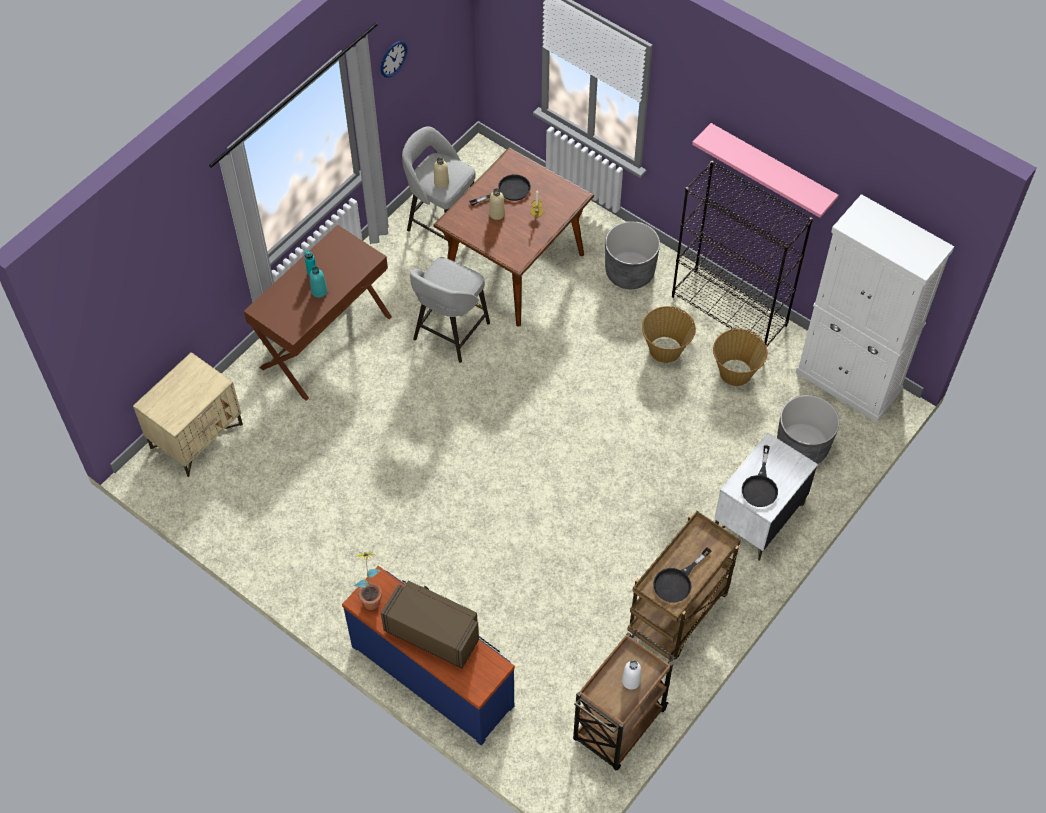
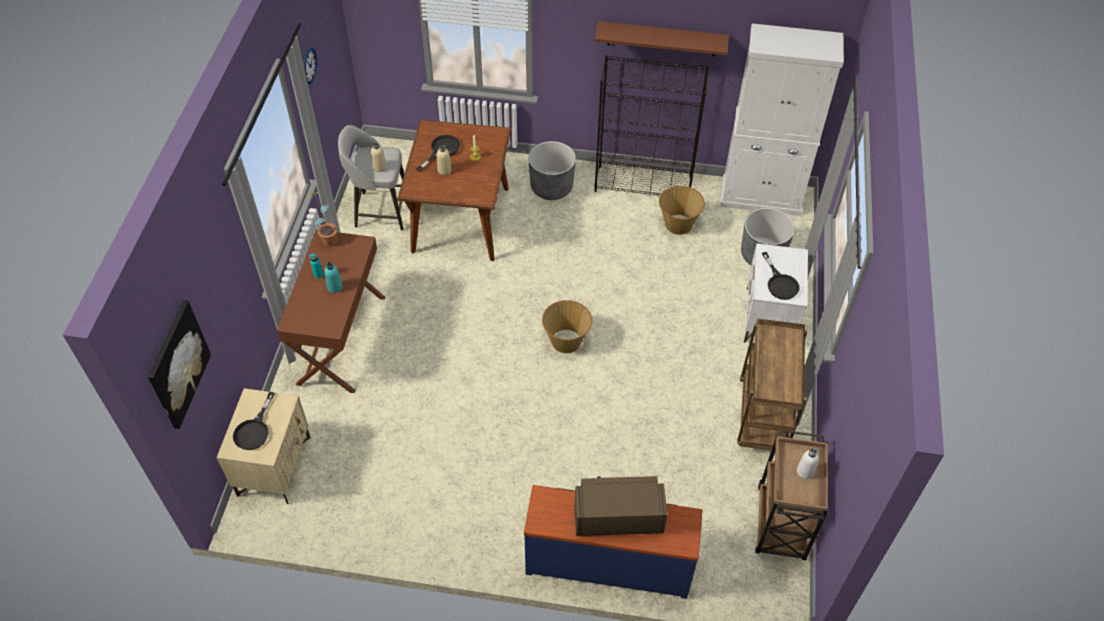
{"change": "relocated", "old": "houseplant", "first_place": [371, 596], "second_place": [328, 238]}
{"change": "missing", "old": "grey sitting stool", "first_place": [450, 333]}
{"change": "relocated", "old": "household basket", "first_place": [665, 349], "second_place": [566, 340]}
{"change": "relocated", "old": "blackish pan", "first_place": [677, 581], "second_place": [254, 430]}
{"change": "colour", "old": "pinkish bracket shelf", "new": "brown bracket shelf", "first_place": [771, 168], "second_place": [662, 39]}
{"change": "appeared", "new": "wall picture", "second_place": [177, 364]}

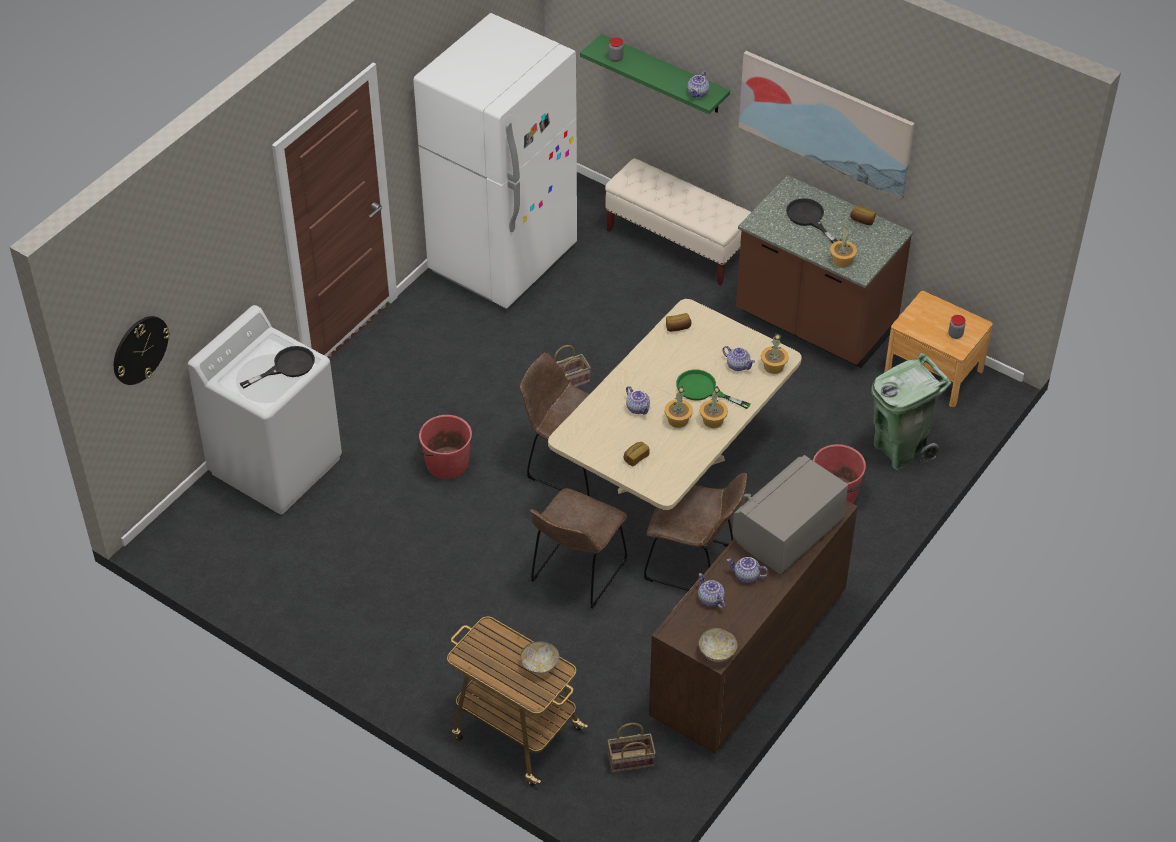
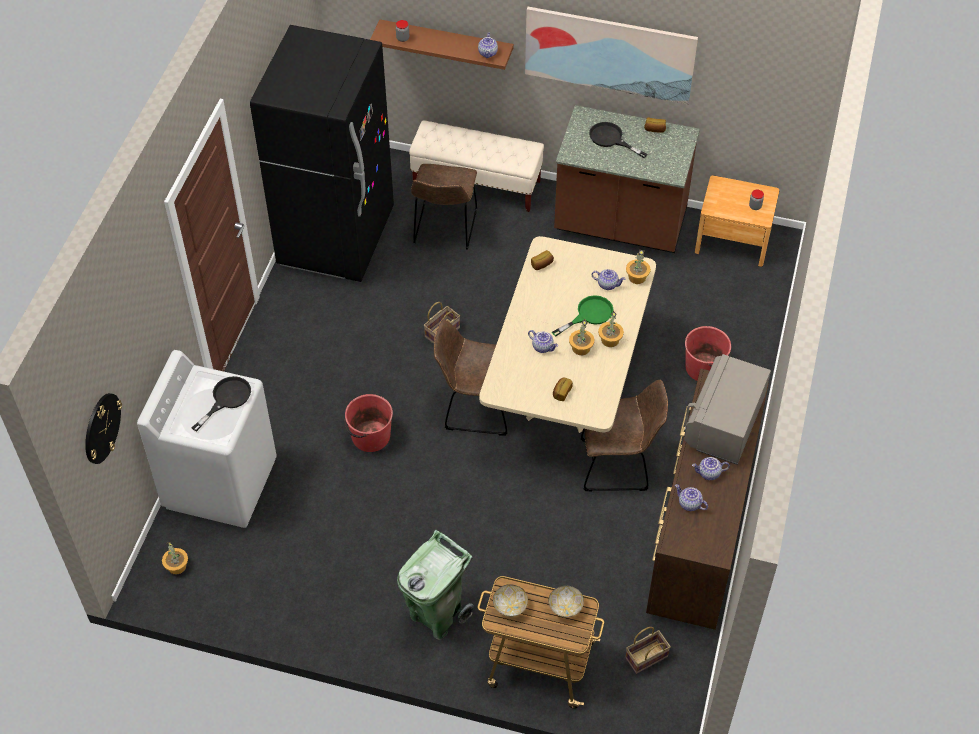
{"change": "colour", "old": "white-coloured refrigerator", "new": "blackish refrigerator", "first_place": [503, 259], "second_place": [336, 237]}
{"change": "relocated", "old": "brown chair", "first_place": [576, 574], "second_place": [444, 229]}
{"change": "colour", "old": "green bracket shelf", "new": "brown bracket shelf", "first_place": [664, 75], "second_place": [446, 43]}
{"change": "spun", "old": "green pan", "first_place": [703, 390], "second_place": [589, 315], "degrees": 135}
{"change": "relocated", "old": "bowl", "first_place": [717, 653], "second_place": [510, 607]}
{"change": "relocated", "old": "houseplant", "first_place": [841, 260], "second_place": [176, 566]}
{"change": "relocated", "old": "green waste bin", "first_place": [900, 449], "second_place": [437, 615]}

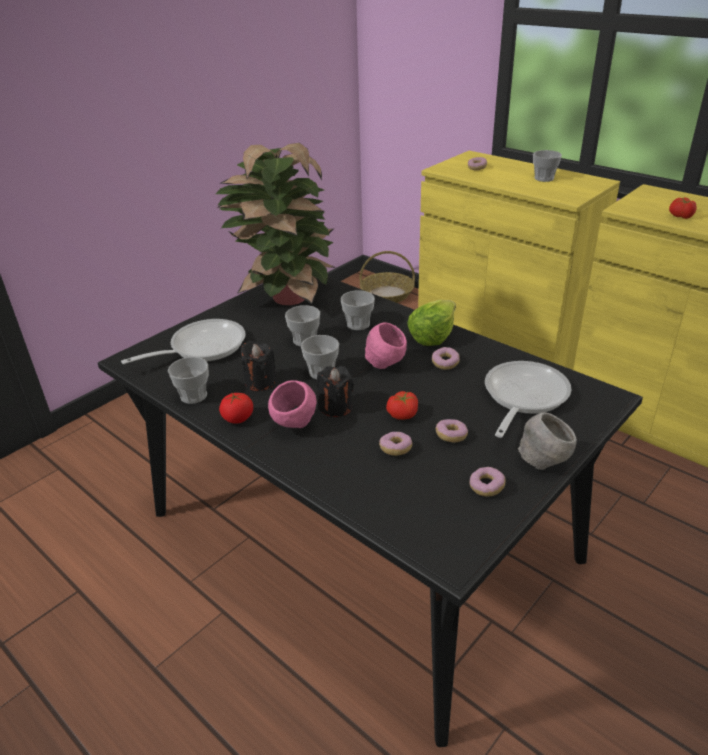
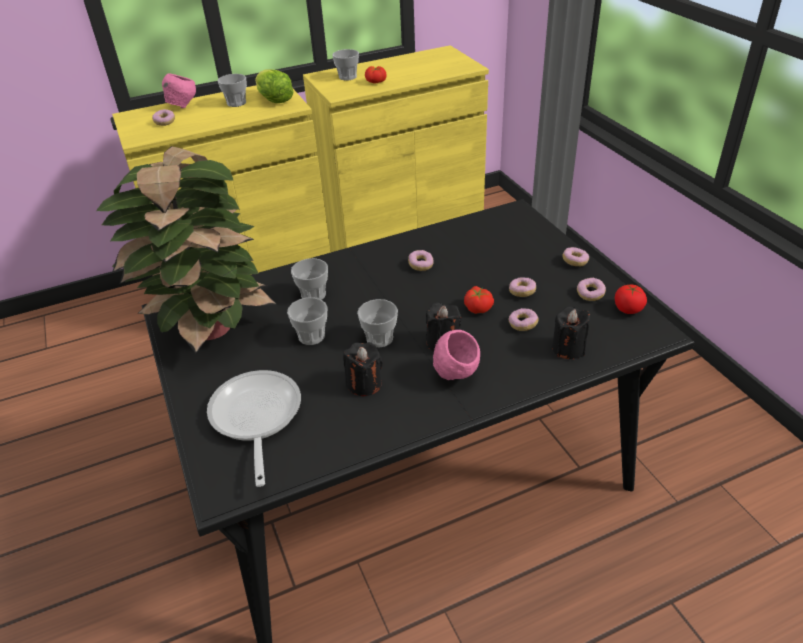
{"change": "relocated", "old": "cup", "first_place": [193, 396], "second_place": [347, 77]}
{"change": "relocated", "old": "tomato", "first_place": [238, 418], "second_place": [628, 309]}
{"change": "missing", "old": "household basket", "first_place": [387, 294]}
{"change": "relocated", "old": "pinkish bowl", "first_place": [385, 365], "second_place": [183, 106]}
{"change": "relocated", "old": "lettuce head", "first_place": [432, 336], "second_place": [274, 99]}
{"change": "missing", "old": "pan", "first_place": [522, 397]}
{"change": "exchanged", "old": "grey bowl", "new": "donut", "first_place": [543, 463], "second_place": [575, 262]}
{"change": "appeared", "new": "blackish wax light", "second_place": [568, 348]}

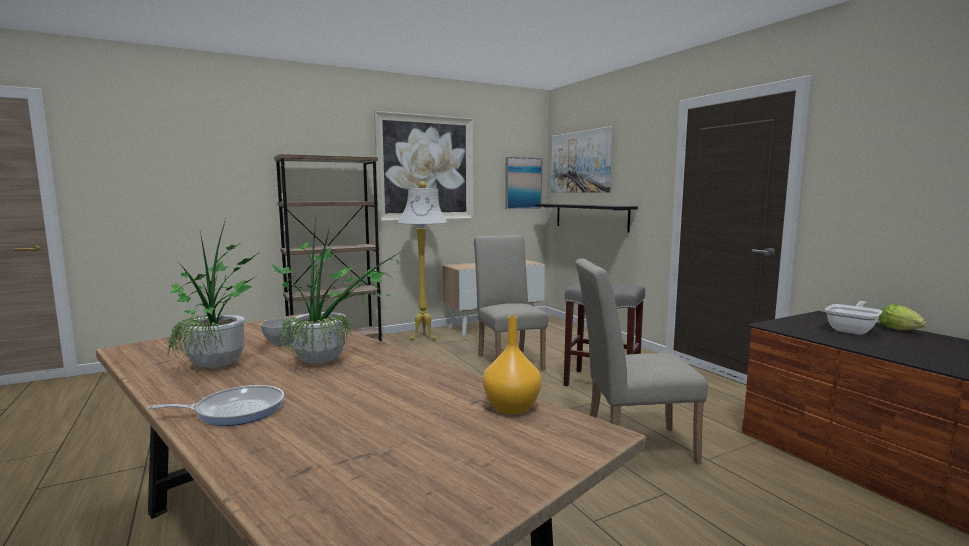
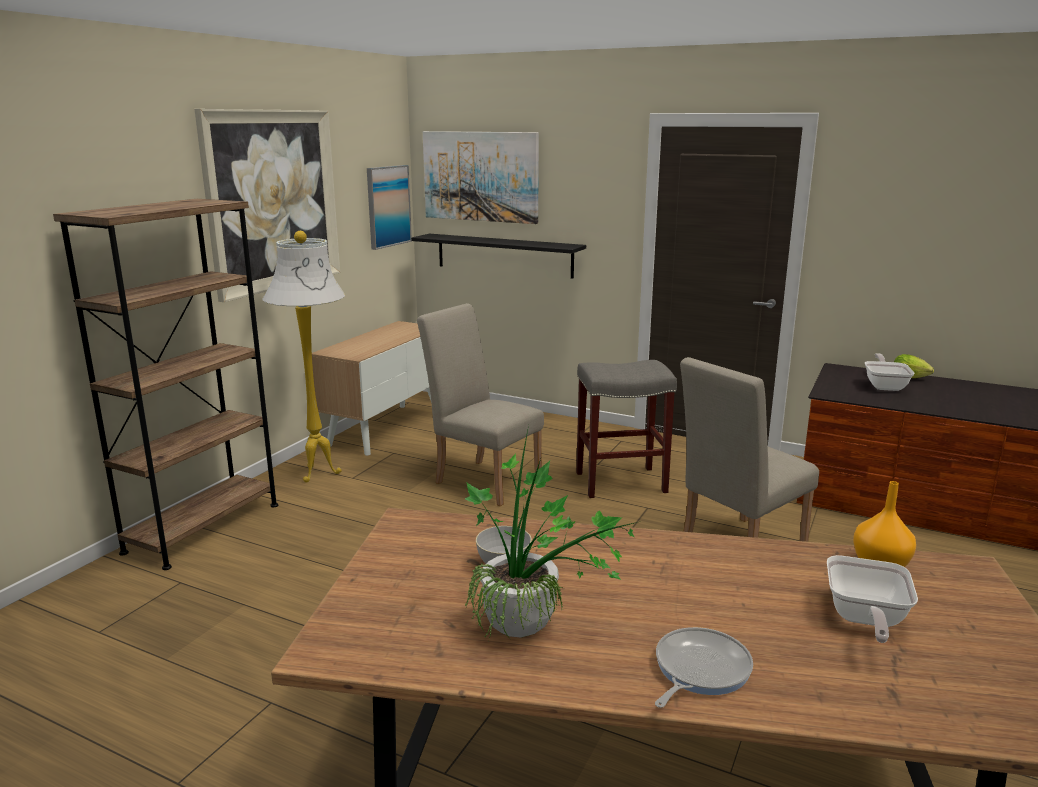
{"change": "missing", "old": "houseplant", "first_place": [331, 361]}
{"change": "appeared", "new": "pan", "second_place": [864, 620]}

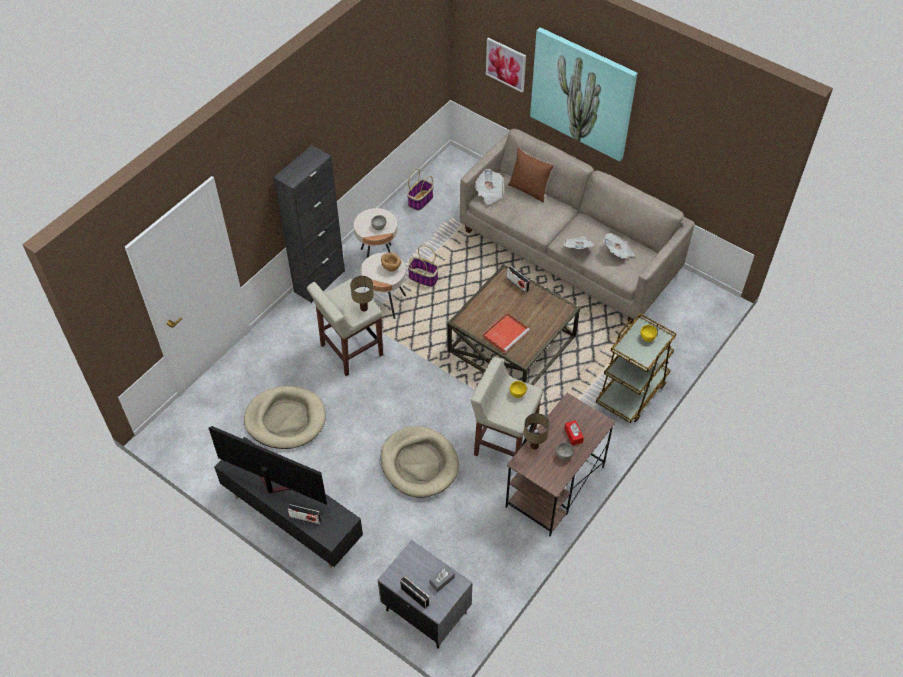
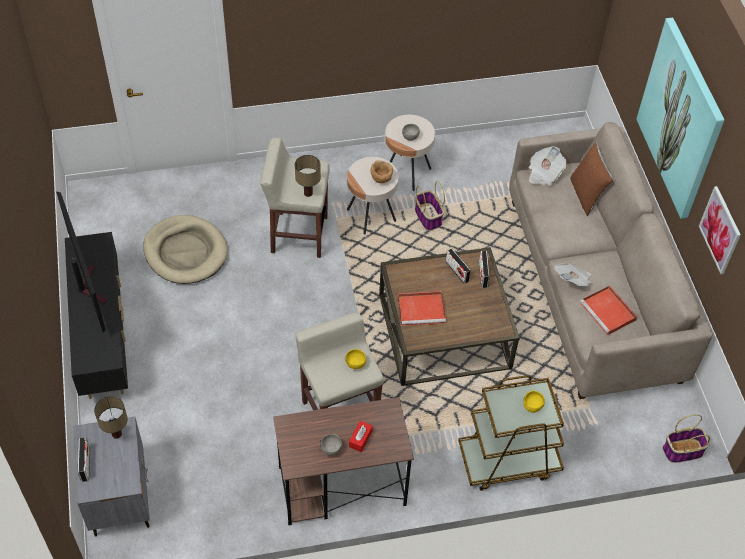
{"change": "missing", "old": "blackish storage cabinet", "first_place": [319, 281]}
{"change": "relocated", "old": "radio set", "first_place": [305, 518], "second_place": [457, 271]}
{"change": "missing", "old": "beige pet bed", "first_place": [419, 463]}
{"change": "relocated", "old": "household basket", "first_place": [420, 201], "second_place": [682, 451]}
{"change": "missing", "old": "grey tissue holder", "first_place": [442, 580]}
{"change": "relocated", "old": "wall picture", "first_place": [506, 64], "second_place": [720, 230]}
{"change": "relocated", "old": "tabletop lamp", "first_place": [533, 445], "second_place": [116, 433]}
{"change": "exchanged", "old": "newspaper", "new": "red-coloured serving tray", "first_place": [618, 252], "second_place": [609, 312]}

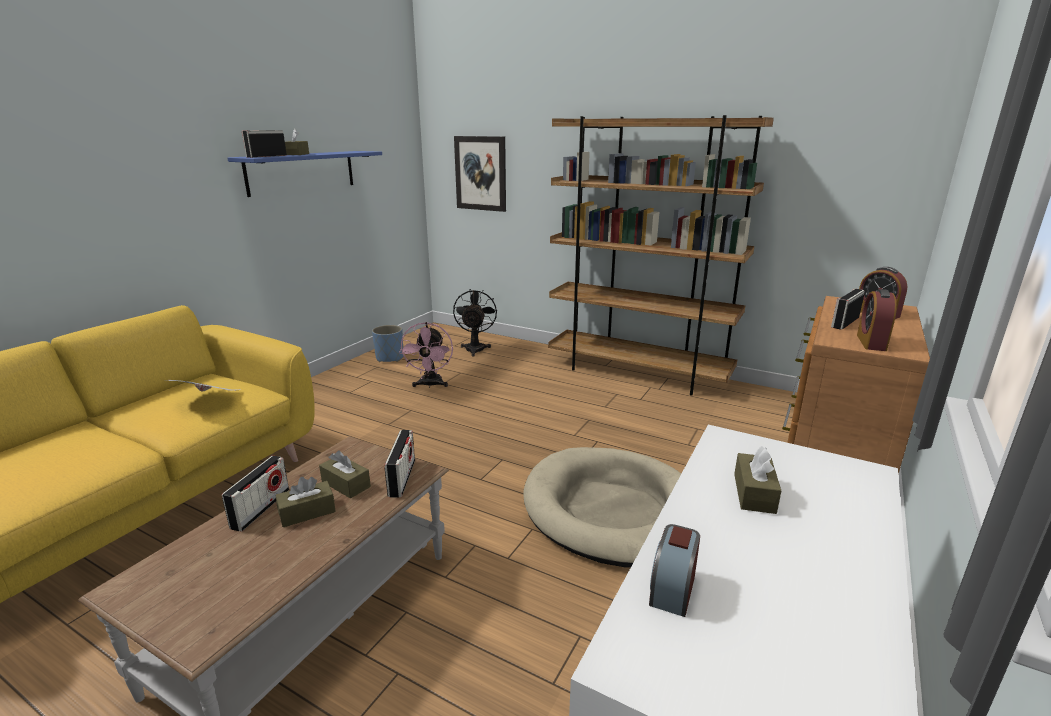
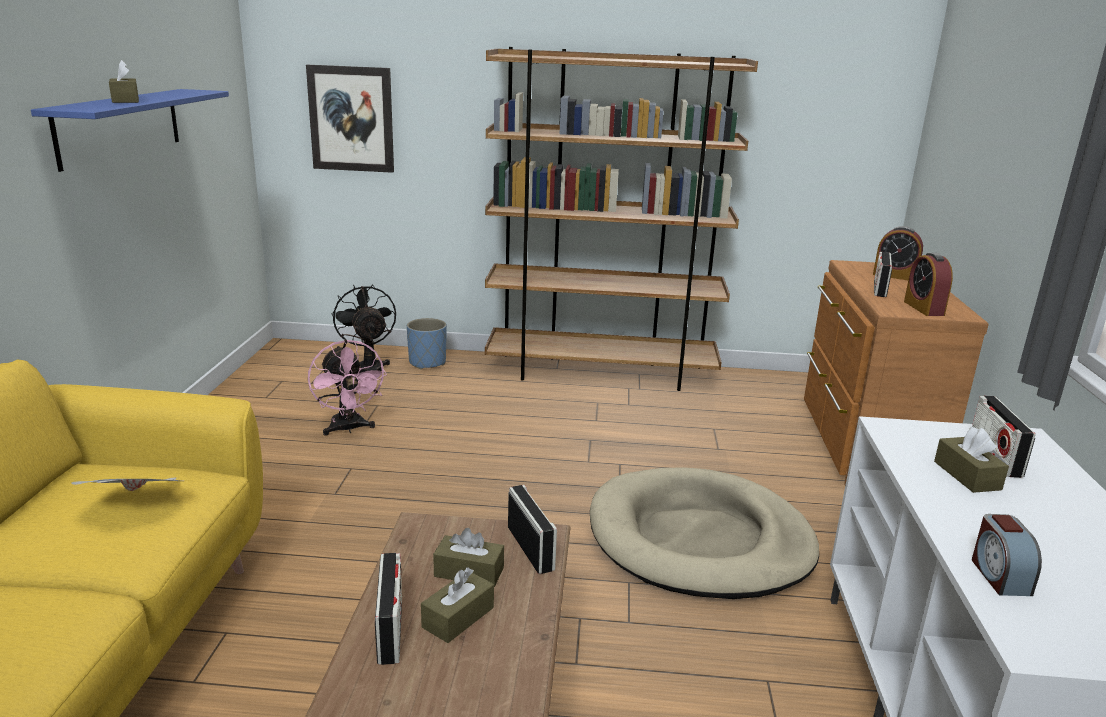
{"change": "relocated", "old": "radio set", "first_place": [267, 156], "second_place": [995, 456]}
{"change": "relocated", "old": "blue planter", "first_place": [389, 358], "second_place": [427, 362]}

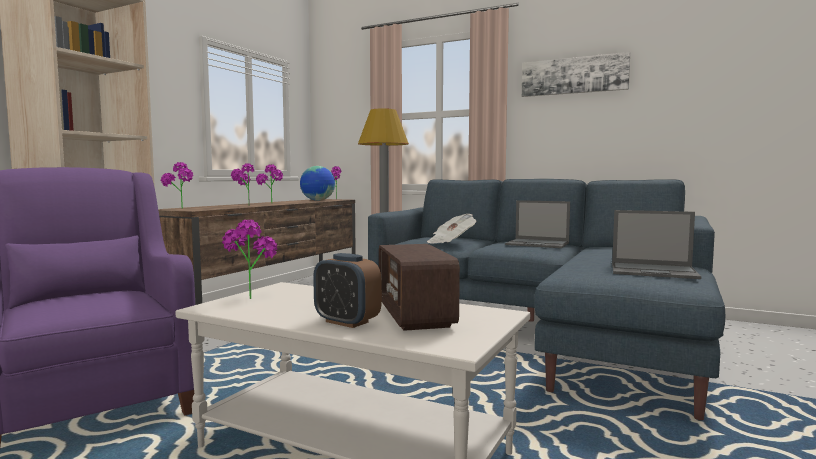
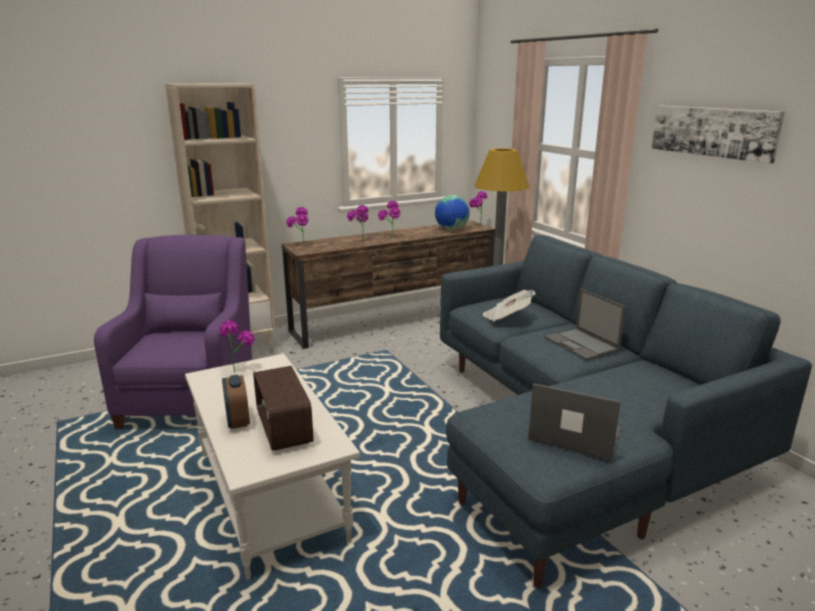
{"change": "spun", "old": "radio set", "first_place": [415, 315], "second_place": [284, 428], "degrees": -45}
{"change": "spun", "old": "laptop", "first_place": [654, 271], "second_place": [573, 434], "degrees": 150}

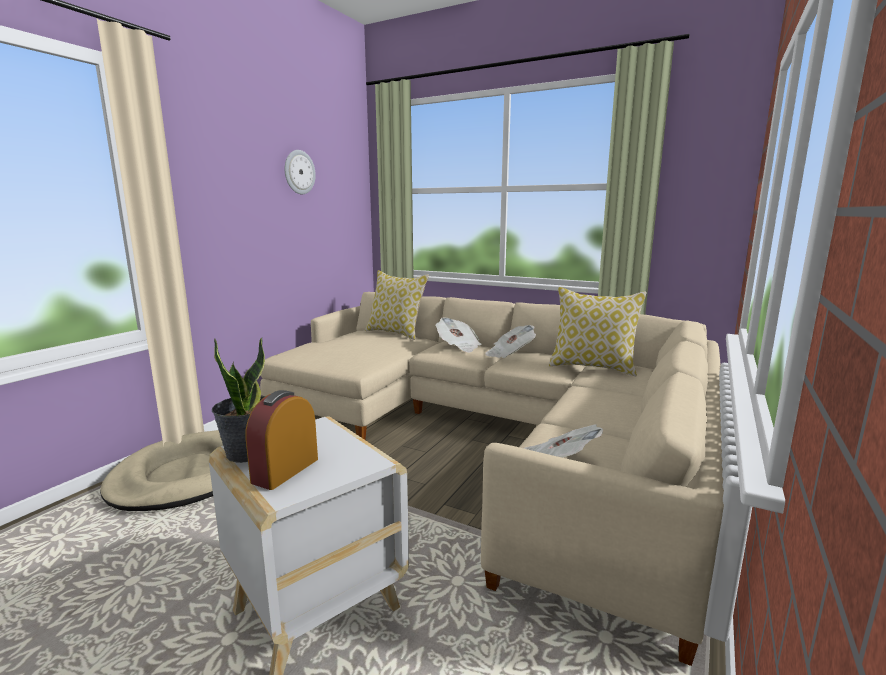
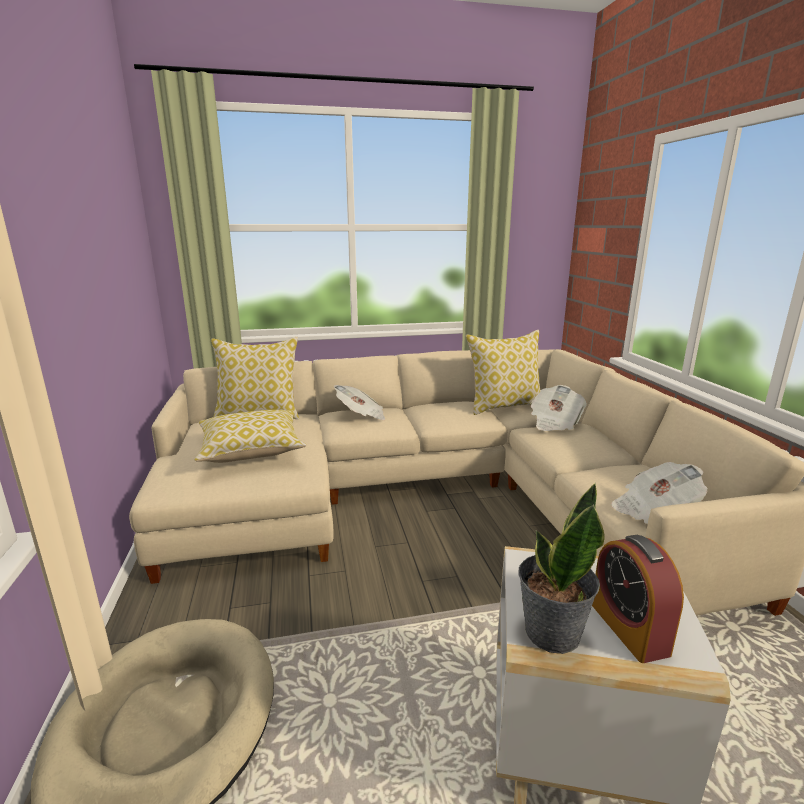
{"change": "missing", "old": "hanging clock", "first_place": [299, 172]}
{"change": "relocated", "old": "newspaper", "first_place": [509, 354], "second_place": [554, 422]}
{"change": "appeared", "new": "cushion", "second_place": [251, 450]}

